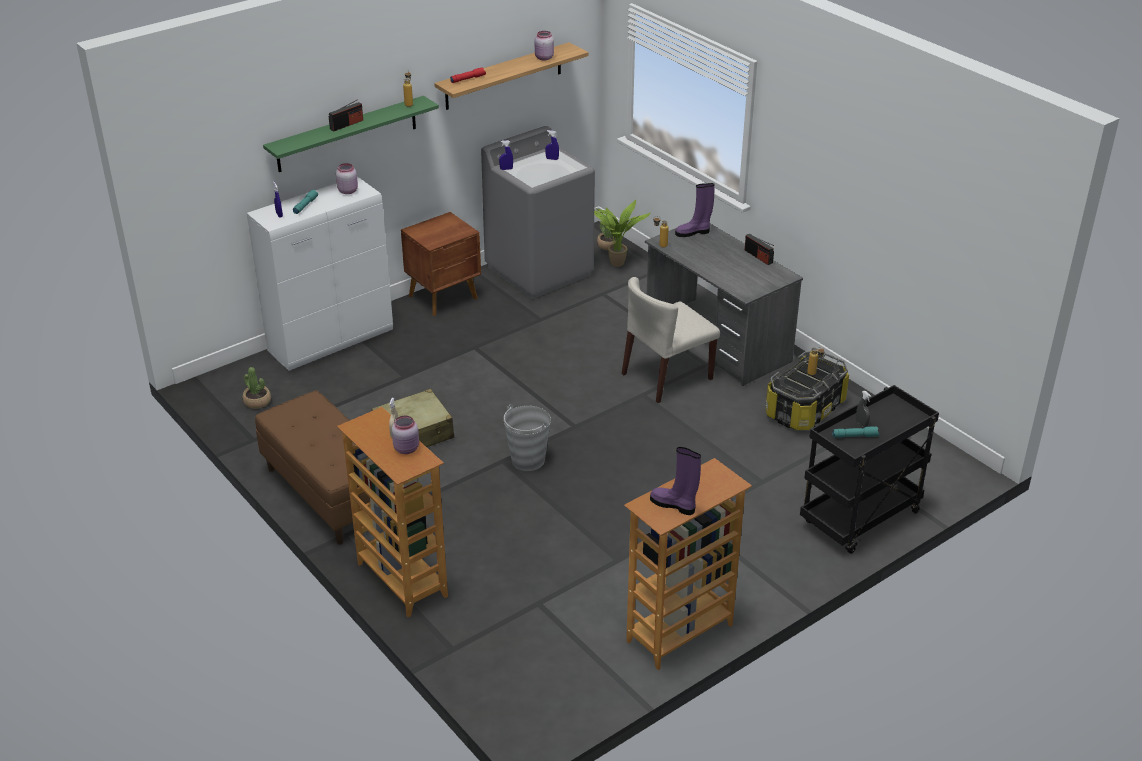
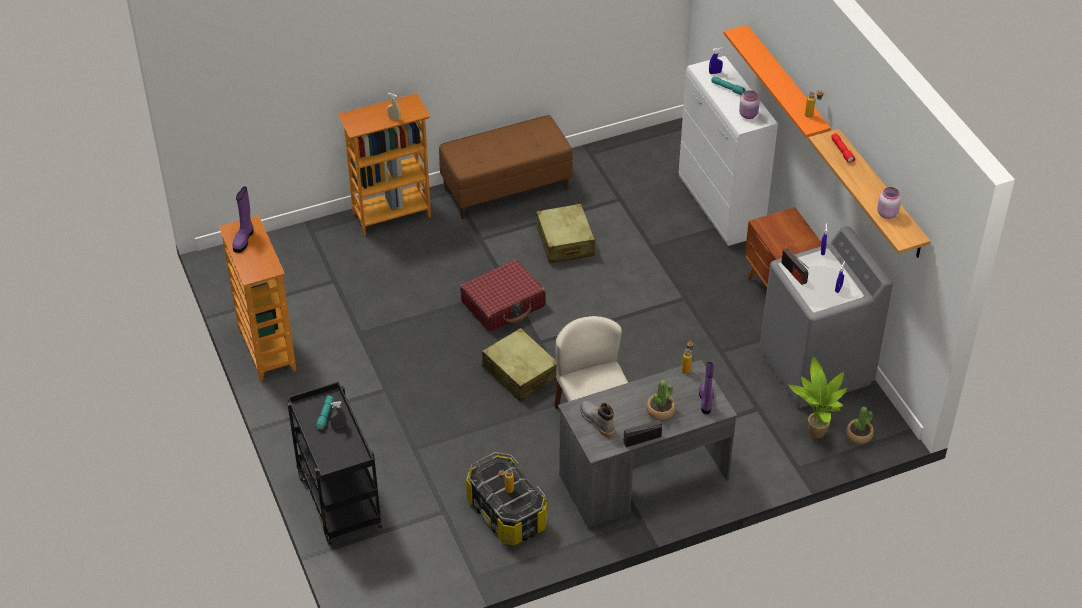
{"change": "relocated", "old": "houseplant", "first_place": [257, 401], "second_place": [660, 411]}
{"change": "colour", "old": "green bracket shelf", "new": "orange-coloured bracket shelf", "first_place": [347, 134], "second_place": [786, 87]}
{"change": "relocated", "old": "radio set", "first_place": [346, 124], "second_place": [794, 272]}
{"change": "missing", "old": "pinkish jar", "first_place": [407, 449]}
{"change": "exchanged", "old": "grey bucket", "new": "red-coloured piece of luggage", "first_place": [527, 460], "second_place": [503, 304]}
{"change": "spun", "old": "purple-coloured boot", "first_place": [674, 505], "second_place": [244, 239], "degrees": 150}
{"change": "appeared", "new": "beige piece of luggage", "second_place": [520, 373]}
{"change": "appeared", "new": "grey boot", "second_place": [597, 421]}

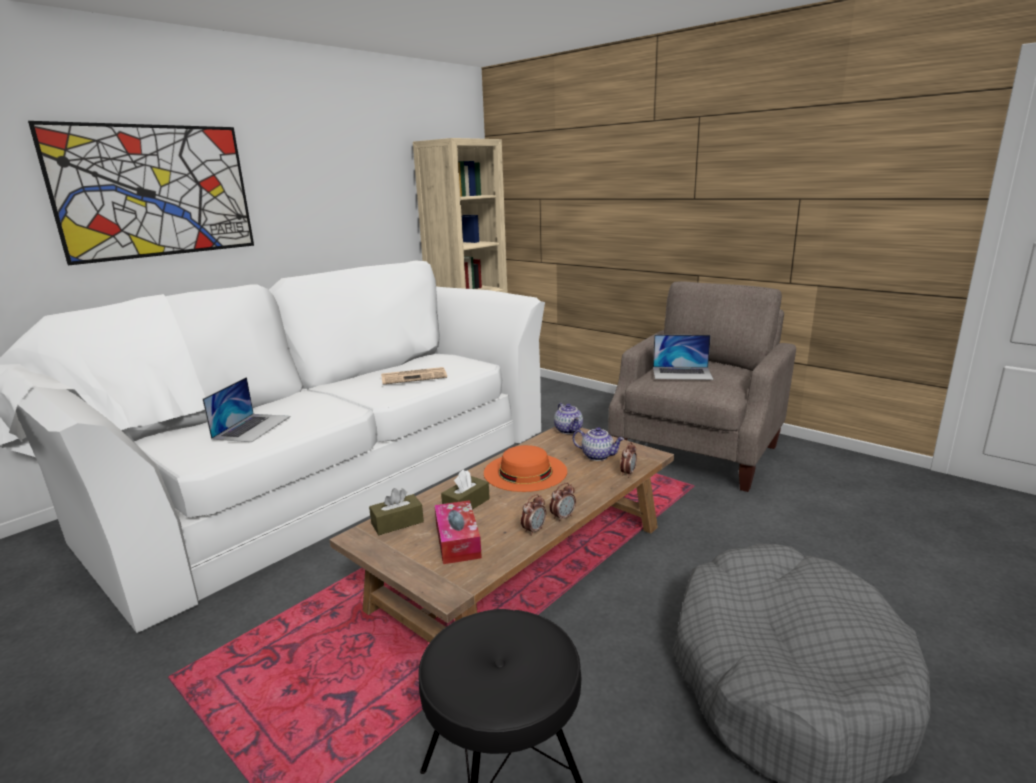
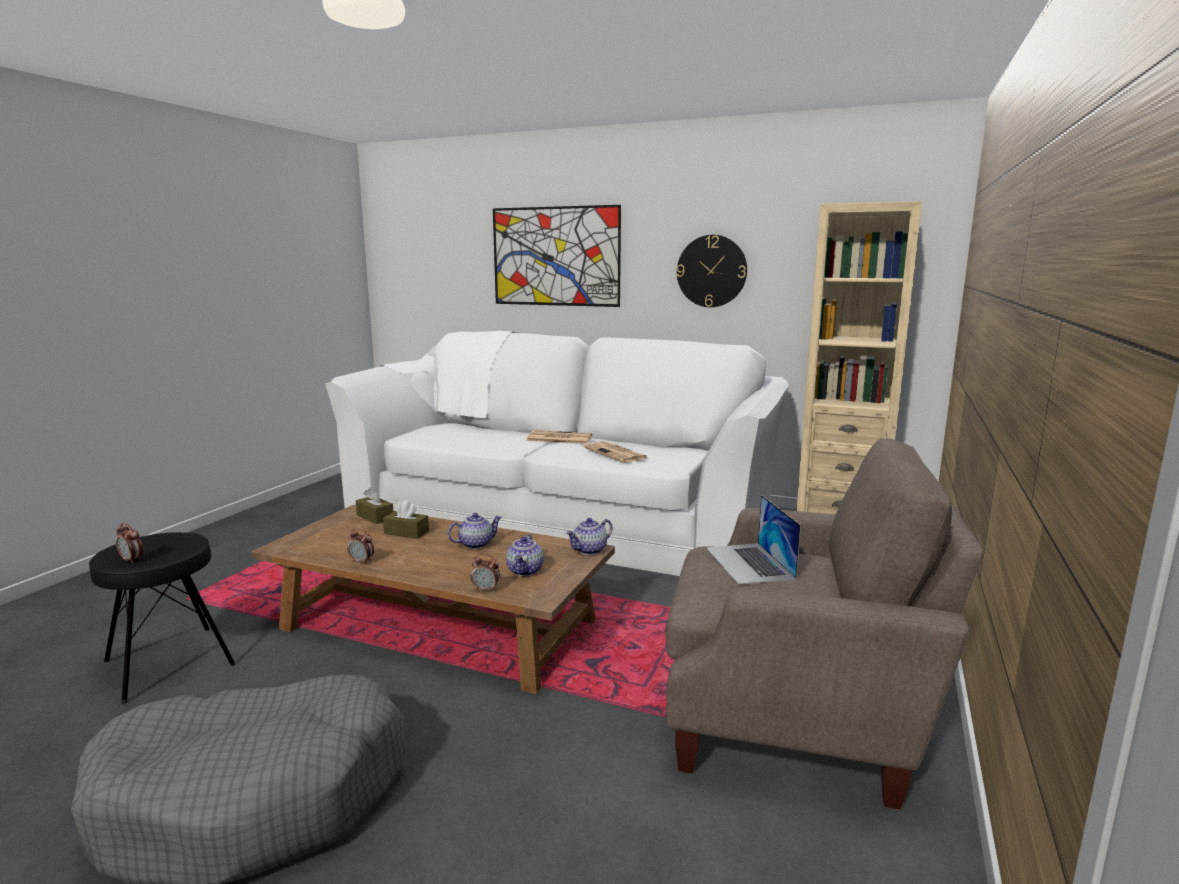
{"change": "missing", "old": "laptop", "first_place": [252, 427]}
{"change": "missing", "old": "tissue holder", "first_place": [457, 541]}
{"change": "exchanged", "old": "orange-coloured hat", "new": "tea pot", "first_place": [525, 471], "second_place": [476, 544]}
{"change": "relocated", "old": "alarm clock", "first_place": [563, 517], "second_place": [132, 560]}
{"change": "appeared", "new": "newspaper", "second_place": [558, 438]}
{"change": "appeared", "new": "hanging clock", "second_place": [711, 271]}

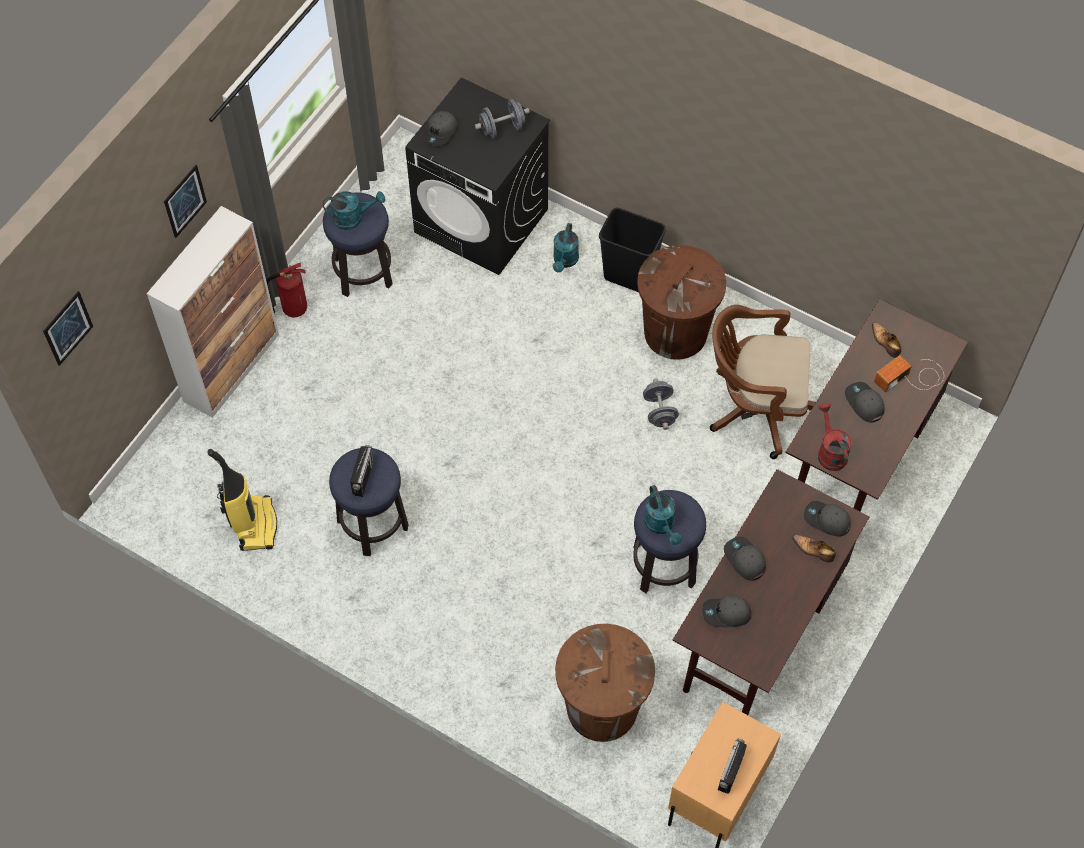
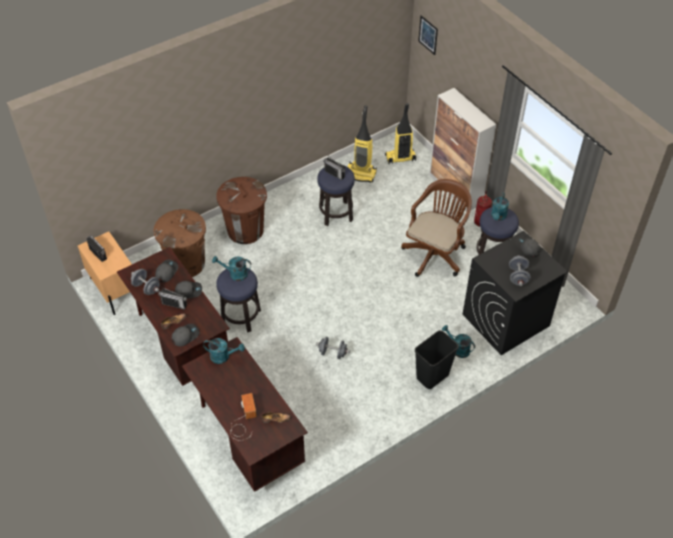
{"change": "missing", "old": "wall picture", "first_place": [185, 201]}
{"change": "relocated", "old": "brown waste bin", "first_place": [676, 332], "second_place": [245, 230]}
{"change": "relocated", "old": "brown desk chair", "first_place": [755, 408], "second_place": [435, 253]}
{"change": "colour", "old": "red-coloured sprinkling can", "new": "blue-green sprinkling can", "first_place": [830, 451], "second_place": [223, 356]}
{"change": "missing", "old": "grey baseball cap", "first_place": [863, 403]}
{"change": "appeared", "new": "grey hand weight", "second_place": [146, 288]}
{"change": "appeared", "new": "radio set", "second_place": [174, 304]}
{"change": "appeared", "new": "hoover", "second_place": [400, 158]}

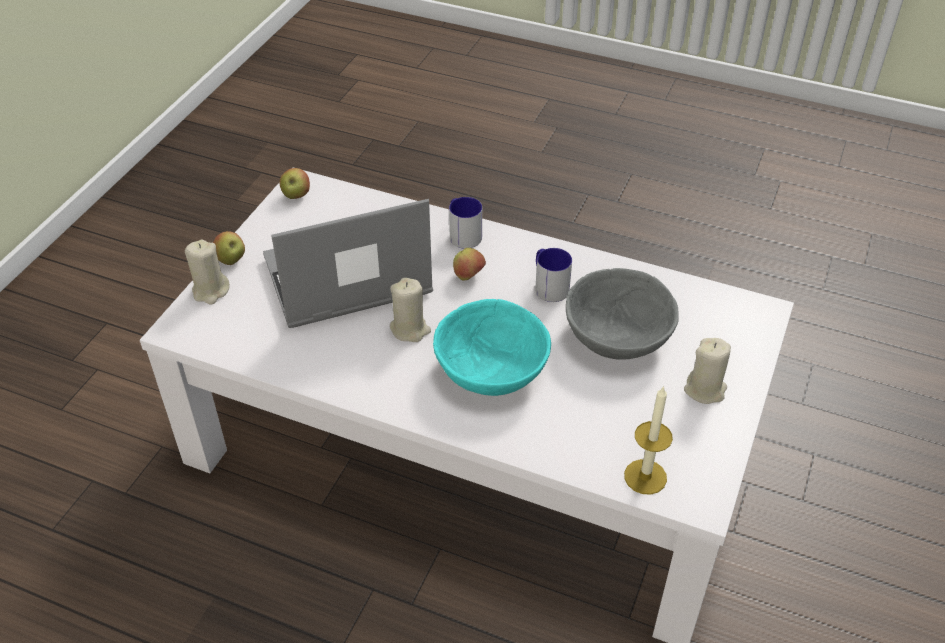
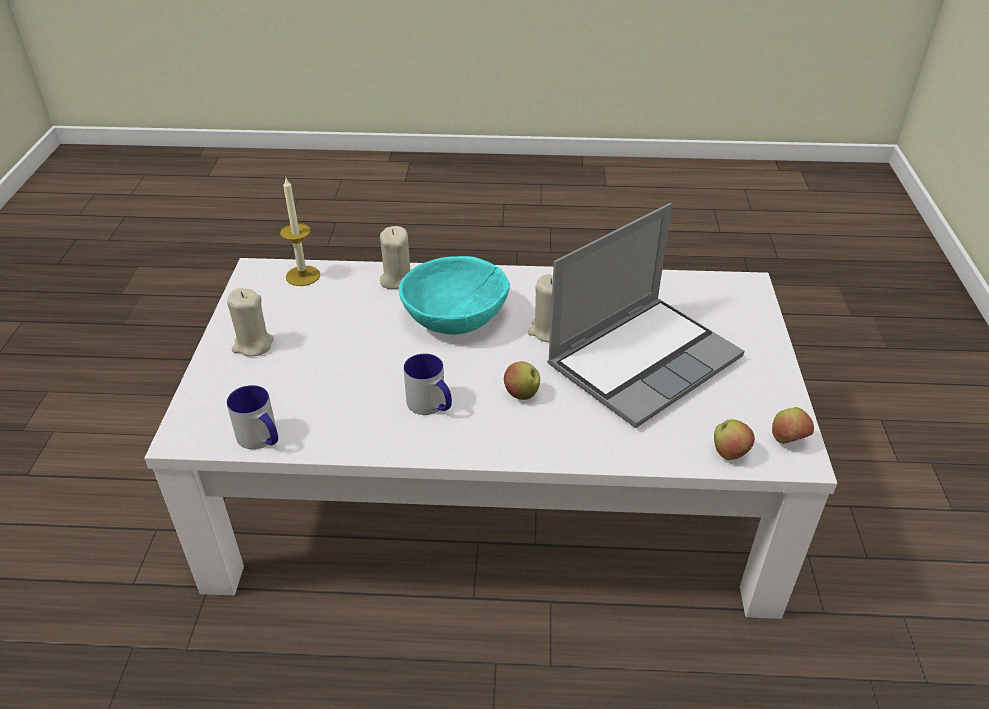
{"change": "relocated", "old": "beige wax light", "first_place": [210, 291], "second_place": [396, 280]}
{"change": "relocated", "old": "apple", "first_place": [231, 260], "second_place": [729, 453]}
{"change": "relocated", "old": "coffee mug", "first_place": [462, 234], "second_place": [261, 439]}
{"change": "missing", "old": "grey bowl", "first_place": [618, 335]}

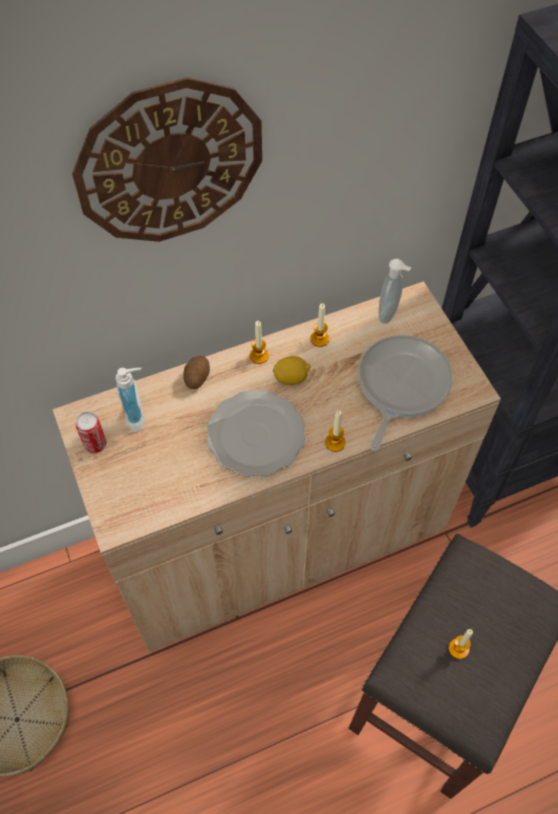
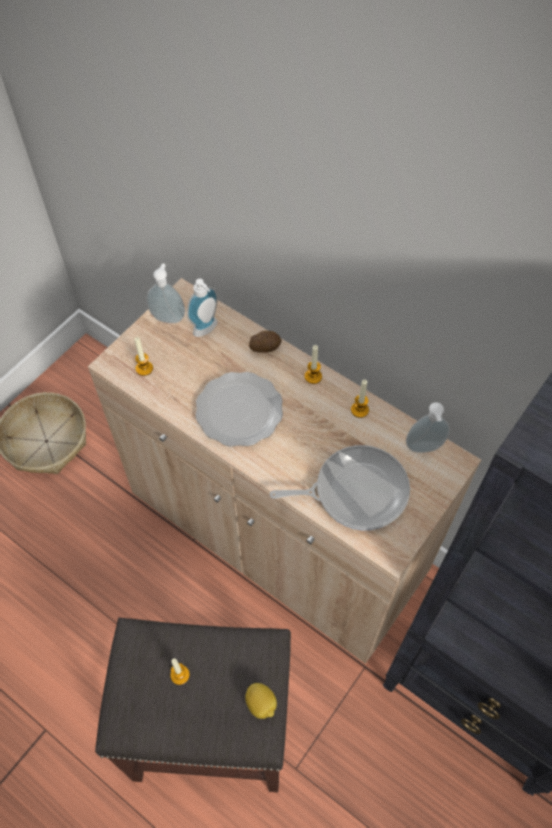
{"change": "missing", "old": "hanging clock", "first_place": [170, 163]}
{"change": "exchanged", "old": "can", "new": "soap bottle", "first_place": [95, 444], "second_place": [168, 317]}
{"change": "relocated", "old": "lemon", "first_place": [291, 378], "second_place": [261, 704]}
{"change": "relocated", "old": "wax light", "first_place": [335, 442], "second_place": [144, 368]}

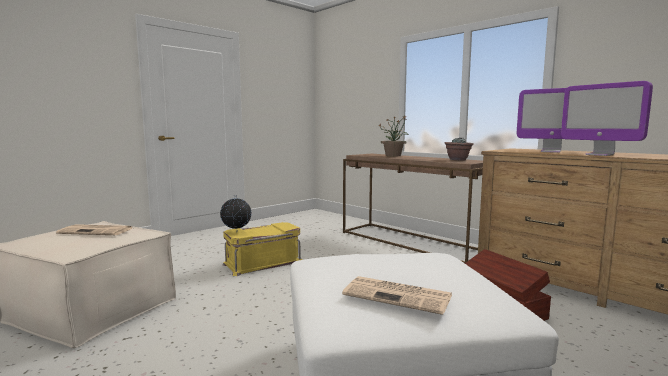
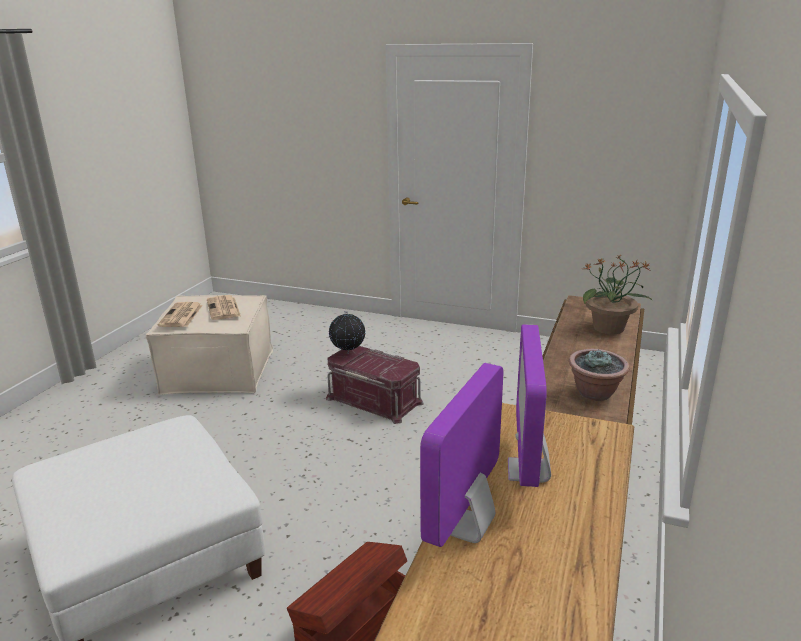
{"change": "colour", "old": "yellow-coloured storage box", "new": "red-coloured storage box", "first_place": [263, 263], "second_place": [375, 400]}
{"change": "relocated", "old": "newspaper", "first_place": [399, 295], "second_place": [181, 316]}

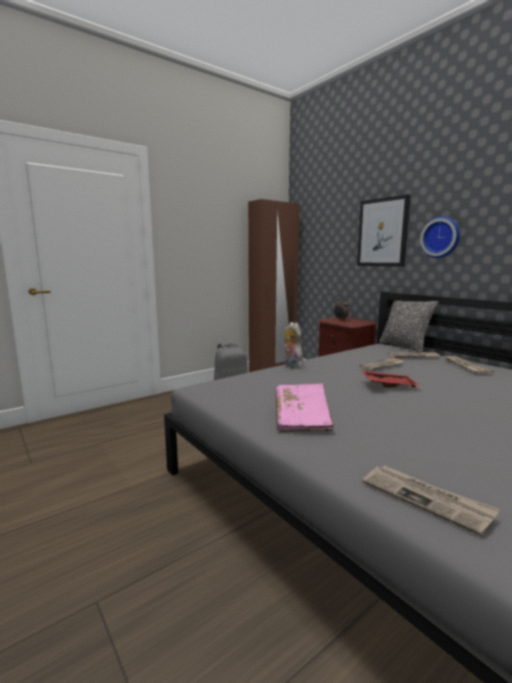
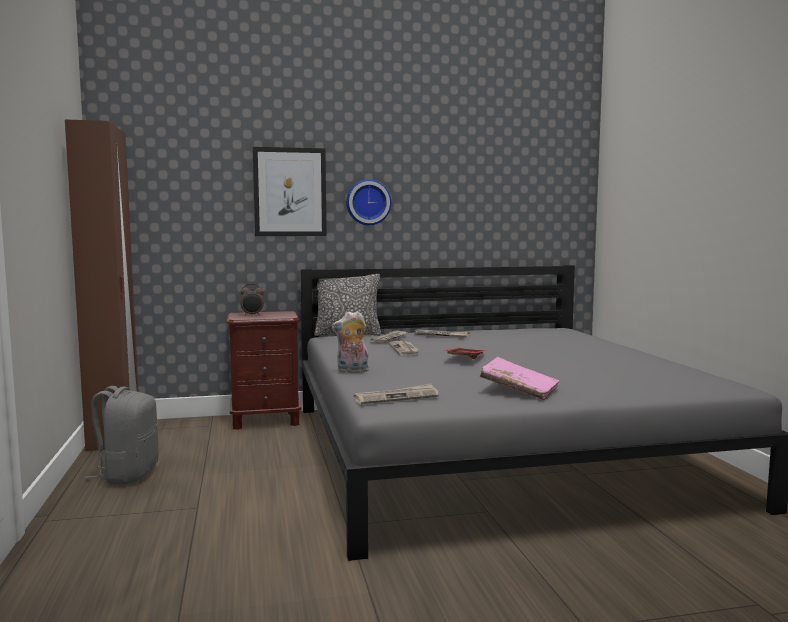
{"change": "relocated", "old": "newspaper", "first_place": [426, 499], "second_place": [396, 397]}

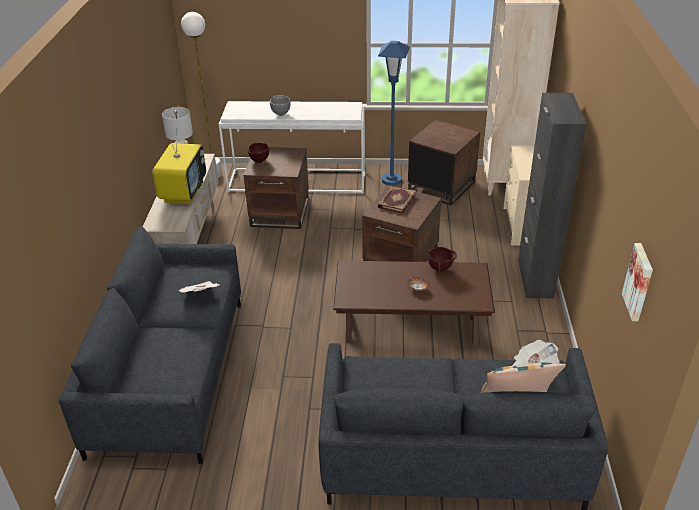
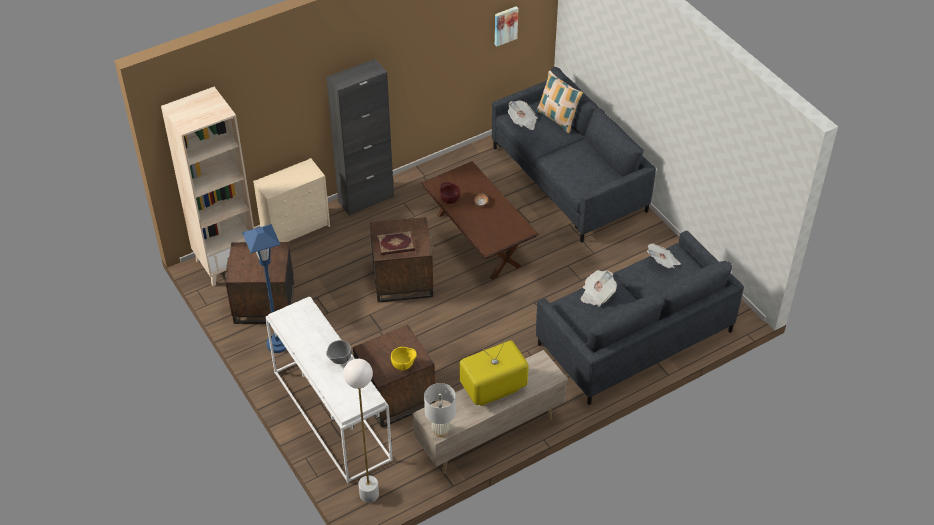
{"change": "colour", "old": "brown bowl", "new": "yellow-coloured bowl", "first_place": [259, 162], "second_place": [404, 366]}
{"change": "appeared", "new": "newspaper", "second_place": [662, 263]}

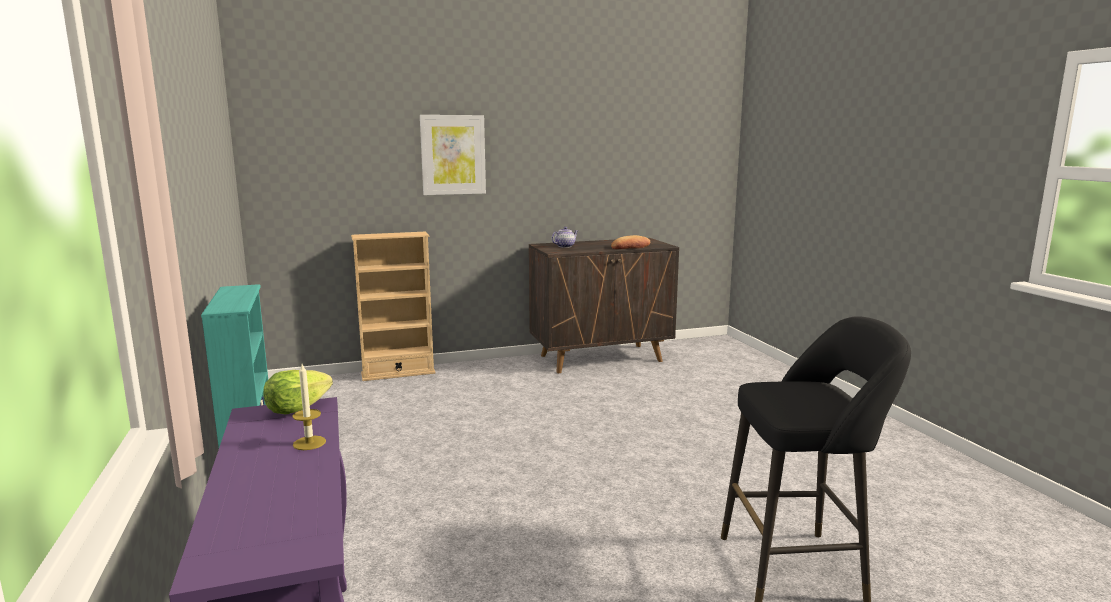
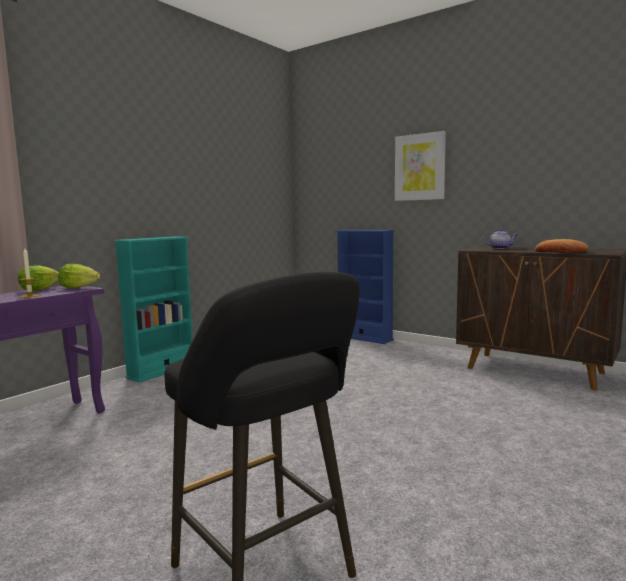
{"change": "colour", "old": "beige bookcase", "new": "blue bookcase", "first_place": [398, 373], "second_place": [365, 338]}
{"change": "appeared", "new": "lettuce head", "second_place": [39, 289]}

